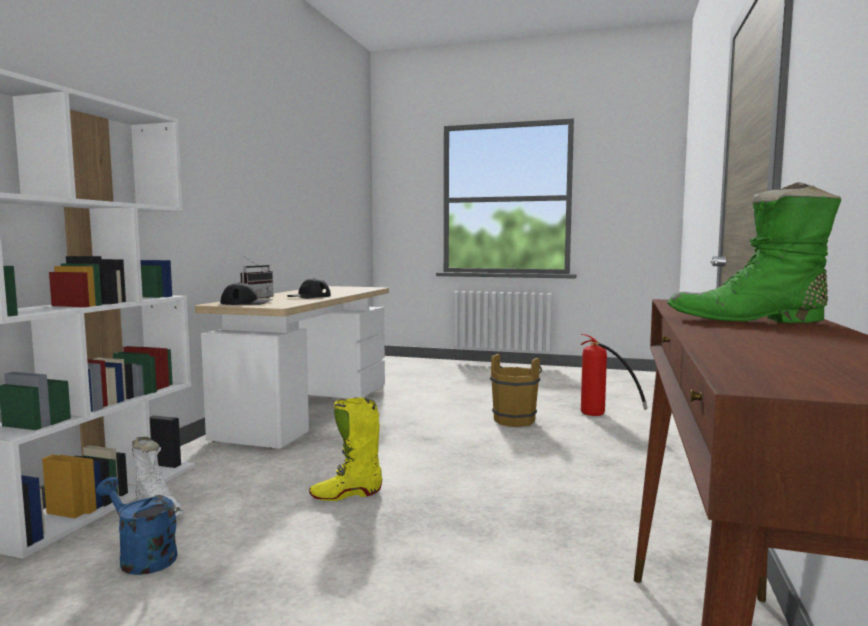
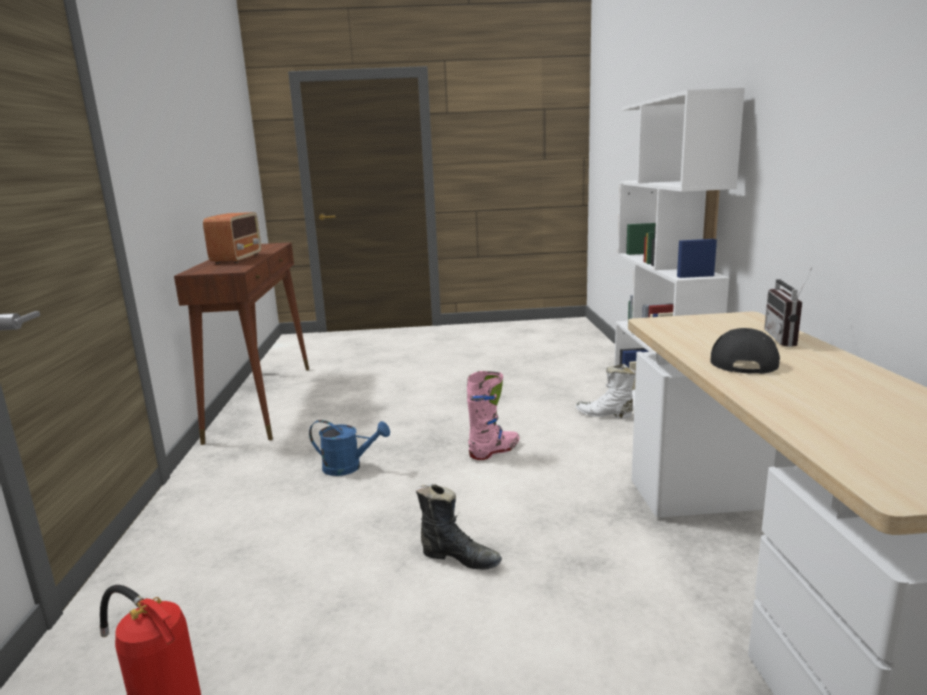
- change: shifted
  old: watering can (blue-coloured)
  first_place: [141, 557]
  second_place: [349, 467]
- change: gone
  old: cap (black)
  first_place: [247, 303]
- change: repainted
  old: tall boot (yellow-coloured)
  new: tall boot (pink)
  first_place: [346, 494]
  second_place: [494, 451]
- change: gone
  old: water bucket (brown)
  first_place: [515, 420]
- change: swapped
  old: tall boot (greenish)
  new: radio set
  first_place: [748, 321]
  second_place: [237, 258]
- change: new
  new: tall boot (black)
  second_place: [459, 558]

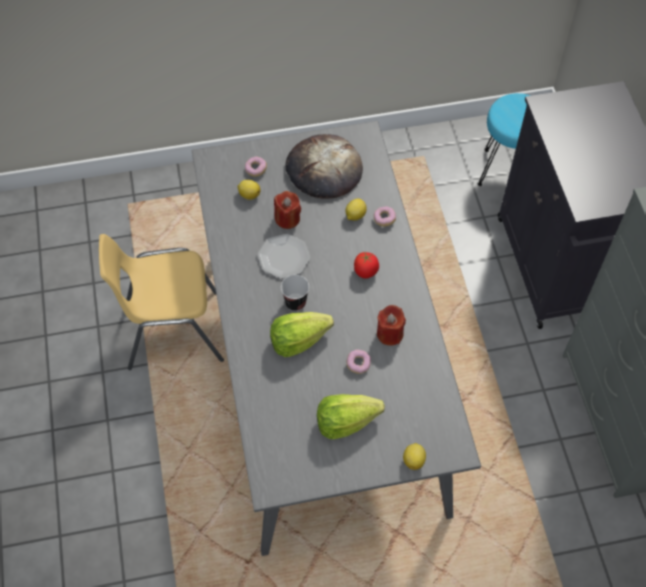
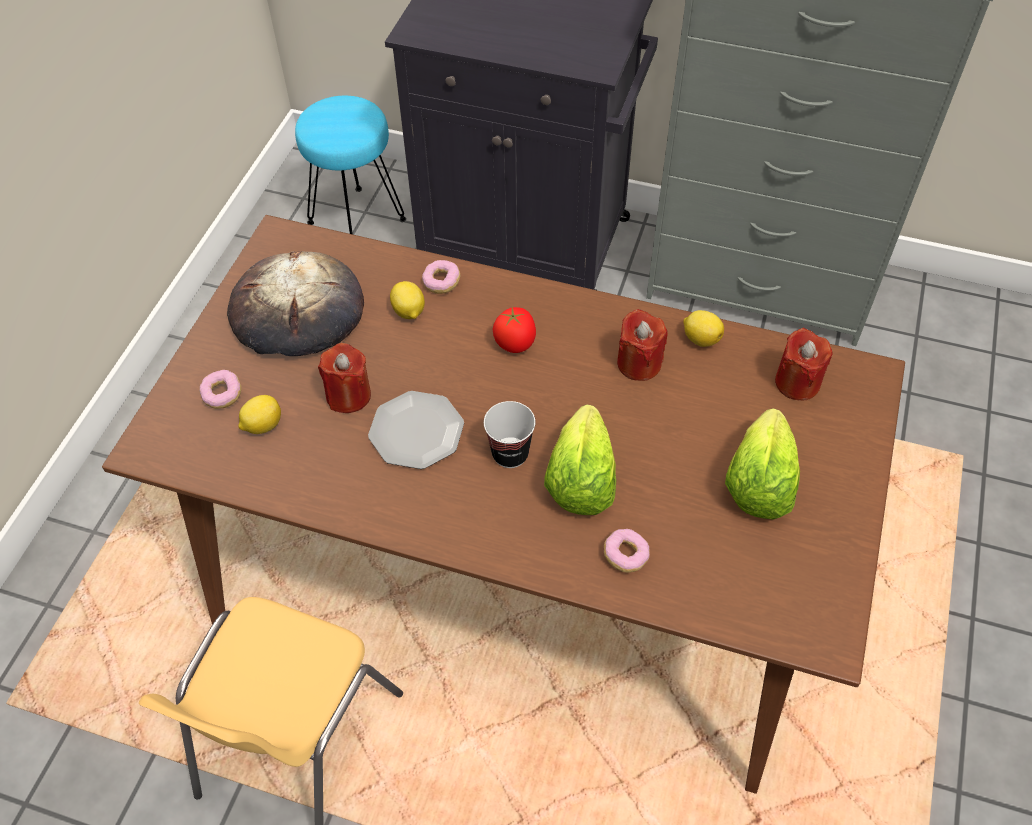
- change: repainted
  old: dinner table (grey)
  new: dinner table (brown)
  first_place: [324, 380]
  second_place: [520, 570]
- change: shifted
  old: doughnut
  first_place: [358, 364]
  second_place: [625, 555]
- change: shifted
  old: citrus fruit
  first_place: [414, 460]
  second_place: [700, 338]
- change: new
  new: wax light (red-coloured)
  second_place: [797, 382]

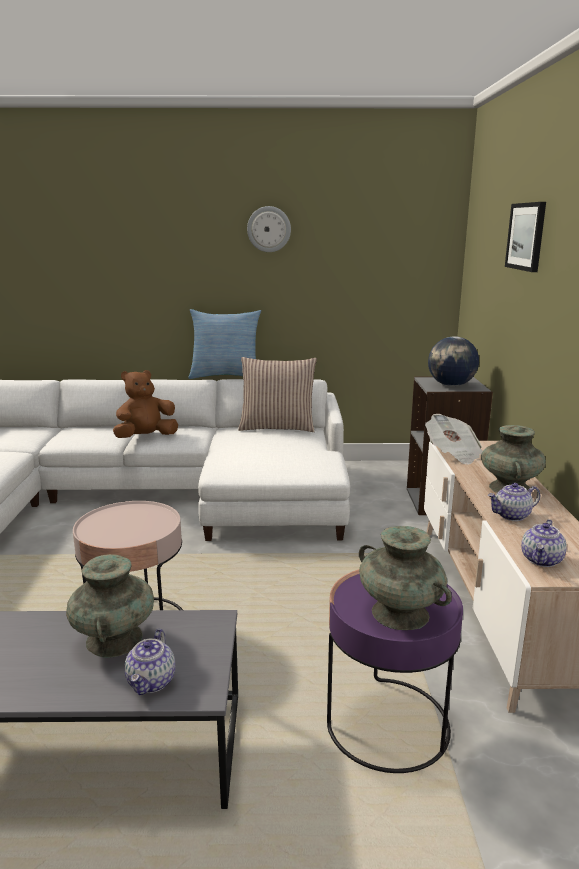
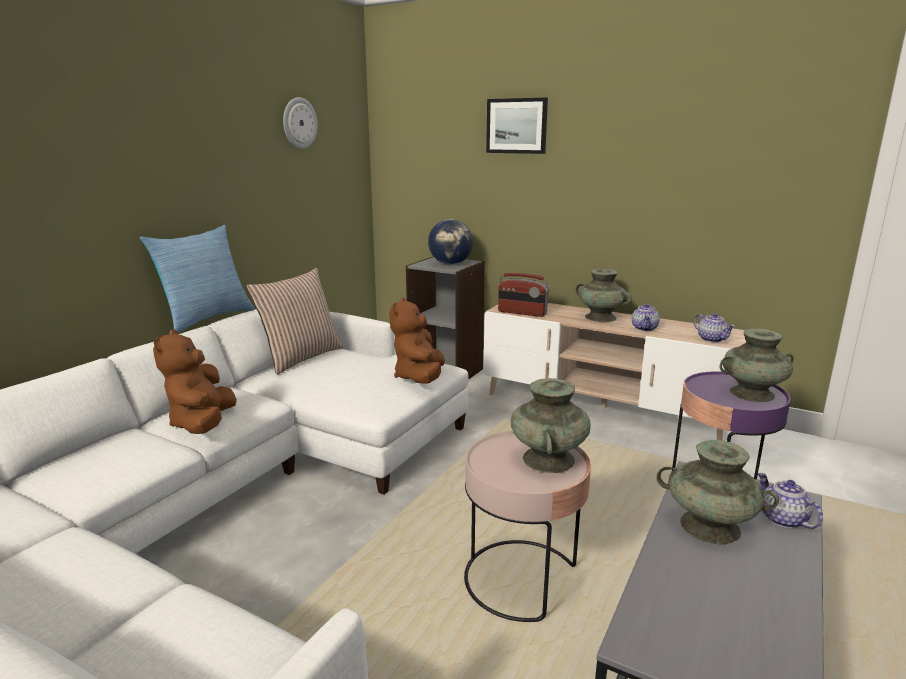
- change: rotated
  old: tea pot
  first_place: [152, 682]
  second_place: [782, 519]
  degrees: -150
- change: shifted
  old: wall clock
  first_place: [269, 229]
  second_place: [299, 123]
- change: swapped
  old: printed paper
  new: radio set
  first_place: [453, 454]
  second_place: [522, 313]
- change: new
  new: plush toy (brown)
  second_place: [419, 378]
- change: new
  new: flower vase (turquoise-coloured)
  second_place: [548, 460]

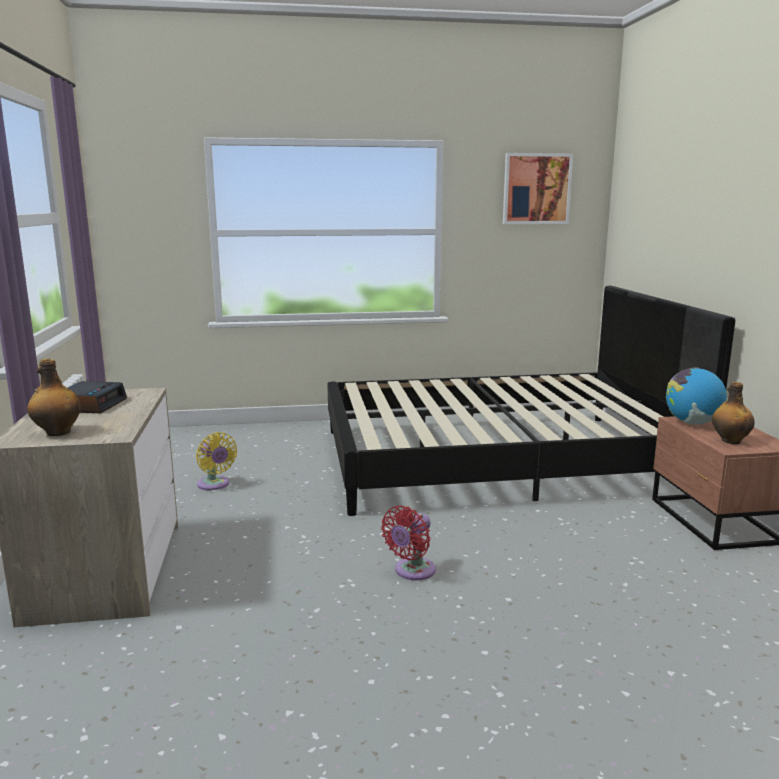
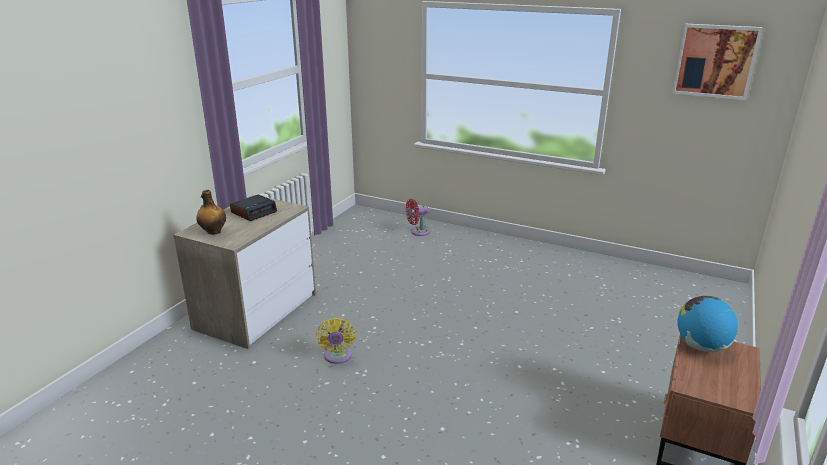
- change: shifted
  old: electric fan (yellow-coloured)
  first_place: [214, 485]
  second_place: [337, 357]
- change: gone
  old: sleeping bed (black)
  first_place: [498, 459]
- change: shifted
  old: electric fan (red-coloured)
  first_place: [412, 571]
  second_place: [418, 232]
- change: gone
  old: bottle
  first_place: [730, 441]

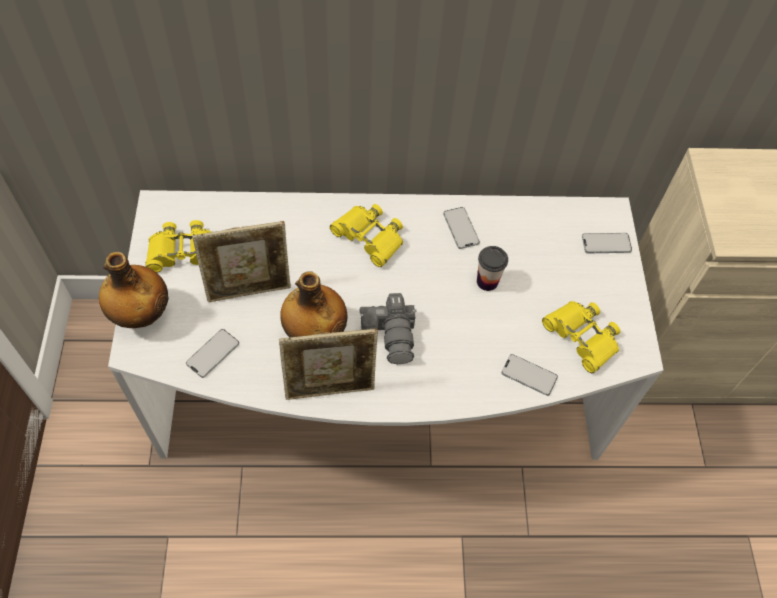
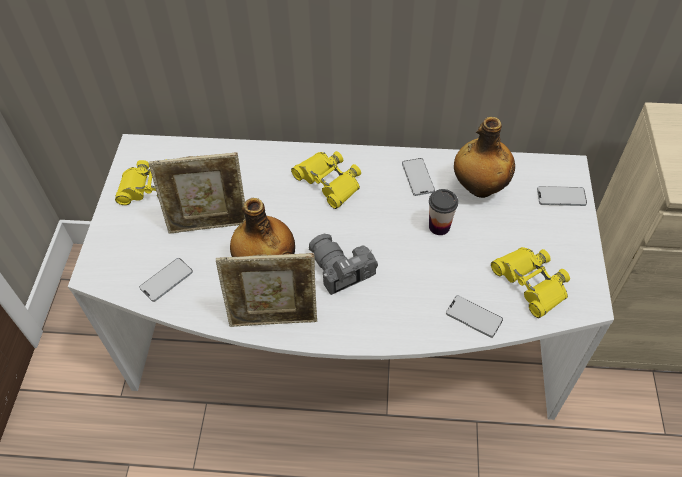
- change: shifted
  old: bottle
  first_place: [141, 314]
  second_place: [479, 187]
- change: rotated
  old: photo camera
  first_place: [391, 335]
  second_place: [340, 271]
  degrees: 150

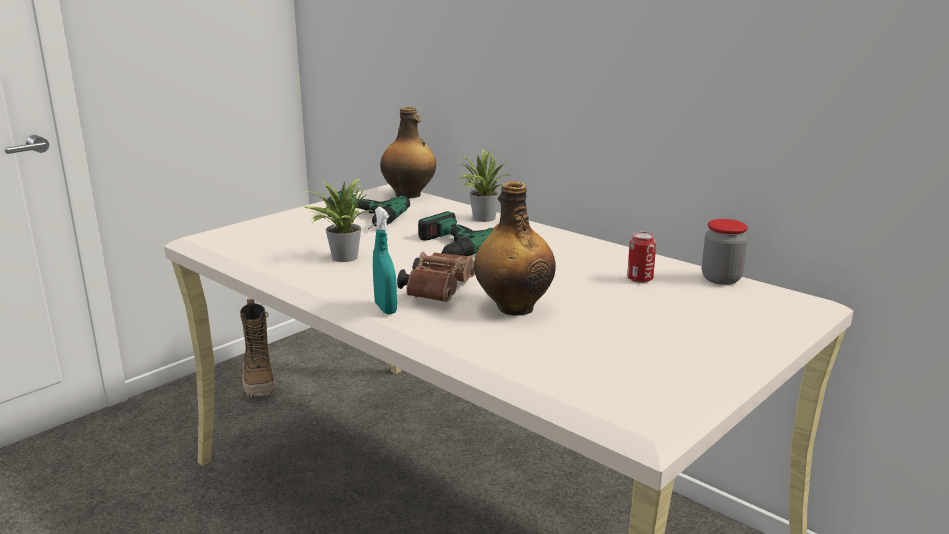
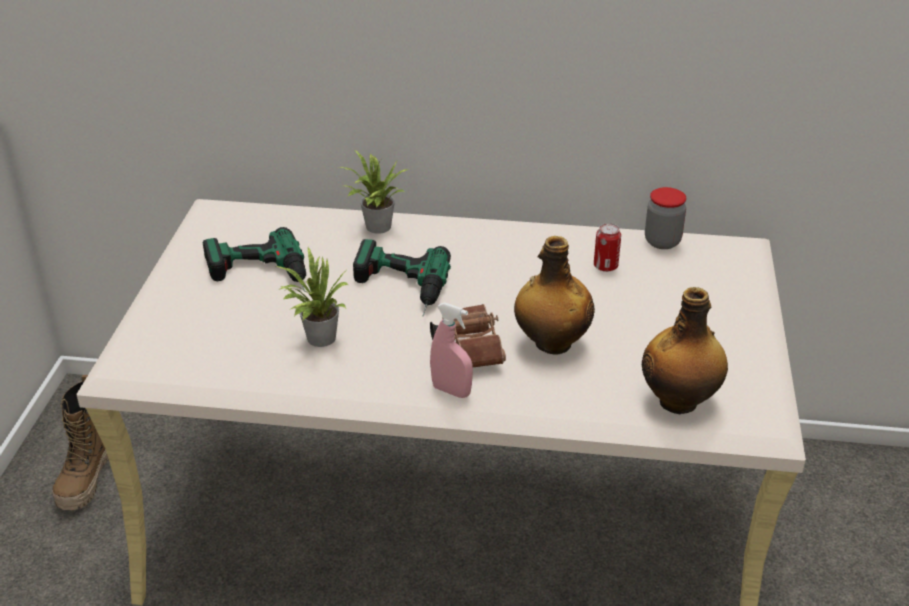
- change: rotated
  old: tall boot
  first_place: [259, 383]
  second_place: [86, 479]
  degrees: 60
- change: repainted
  old: sprayer (turquoise-coloured)
  new: sprayer (pink)
  first_place: [385, 308]
  second_place: [451, 391]
- change: shifted
  old: bottle
  first_place: [409, 195]
  second_place: [679, 401]

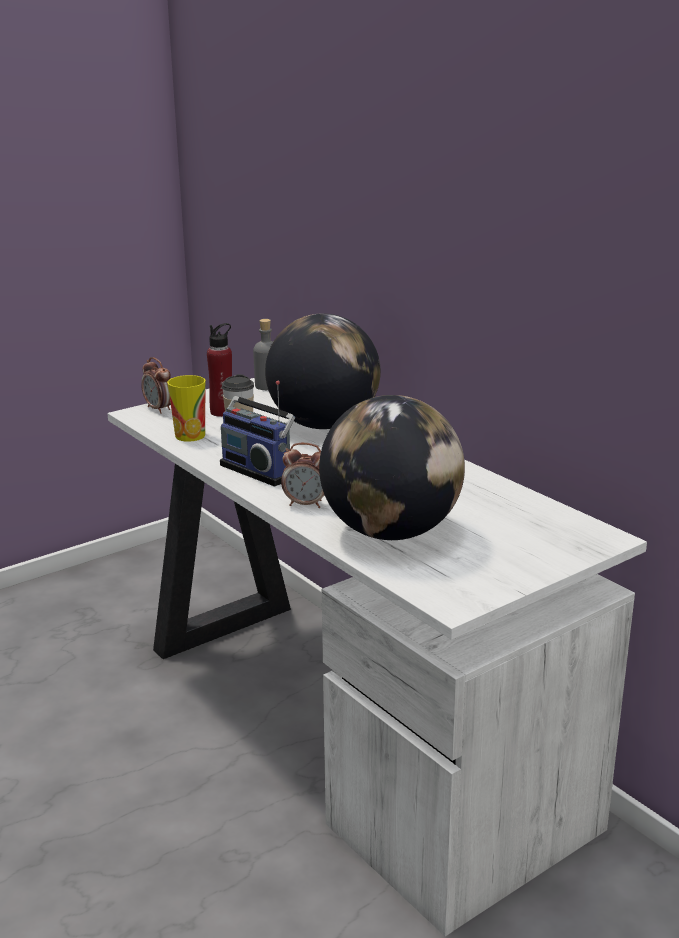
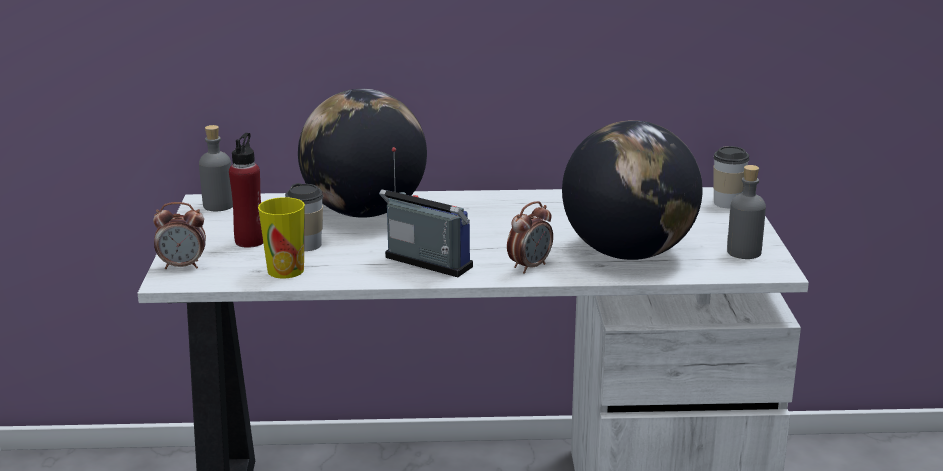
- change: rotated
  old: radio set
  first_place: [259, 470]
  second_place: [425, 264]
  degrees: -135
- change: new
  new: small cup
  second_place: [727, 203]
- change: new
  new: bottle (grey)
  second_place: [743, 252]

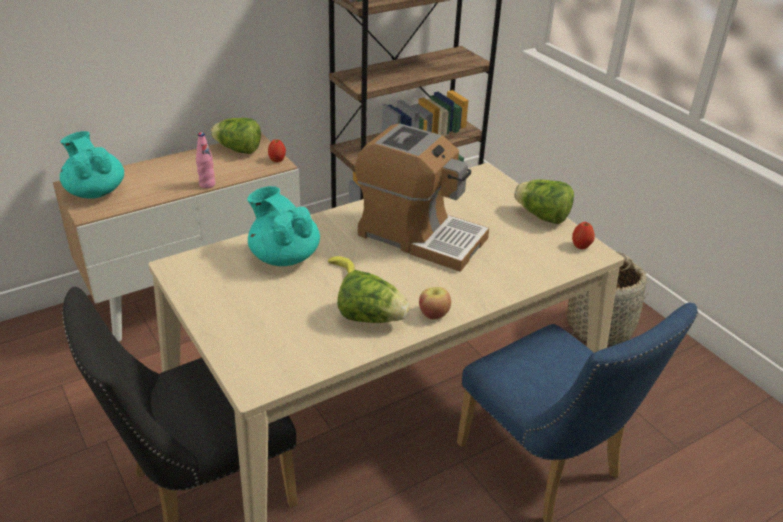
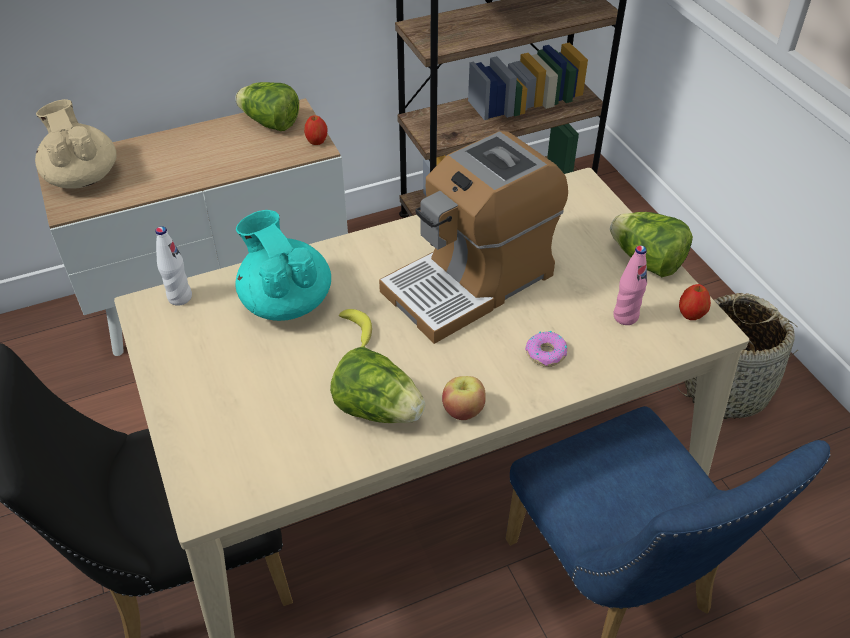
- change: repainted
  old: tea pot (turquoise-coloured)
  new: tea pot (sand-coloured)
  first_place: [95, 191]
  second_place: [82, 177]
- change: shifted
  old: bottle (pink)
  first_place: [207, 184]
  second_place: [625, 317]
- change: rotated
  old: coffee maker
  first_place: [419, 236]
  second_place: [471, 282]
  degrees: 105
- change: new
  new: bottle (whitish)
  second_place: [180, 297]
- change: new
  new: doughnut
  second_place: [546, 353]

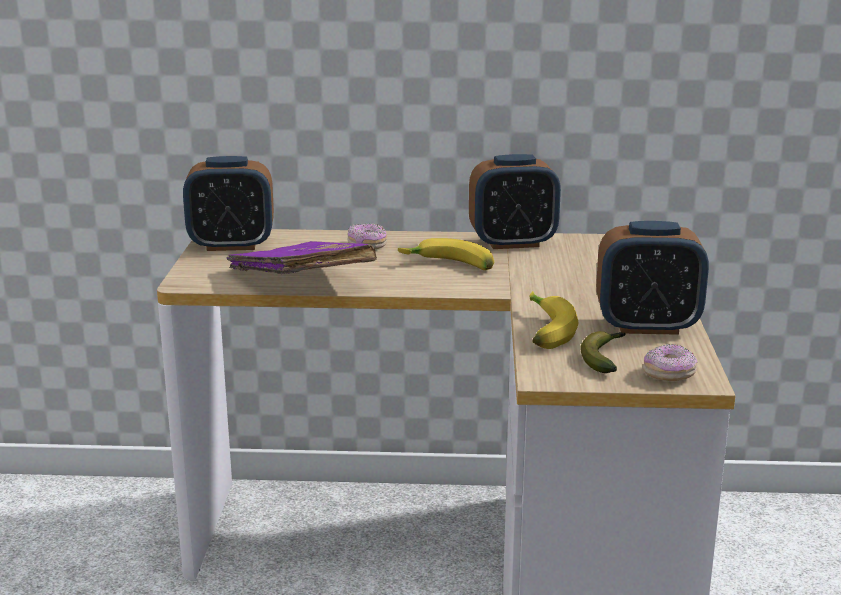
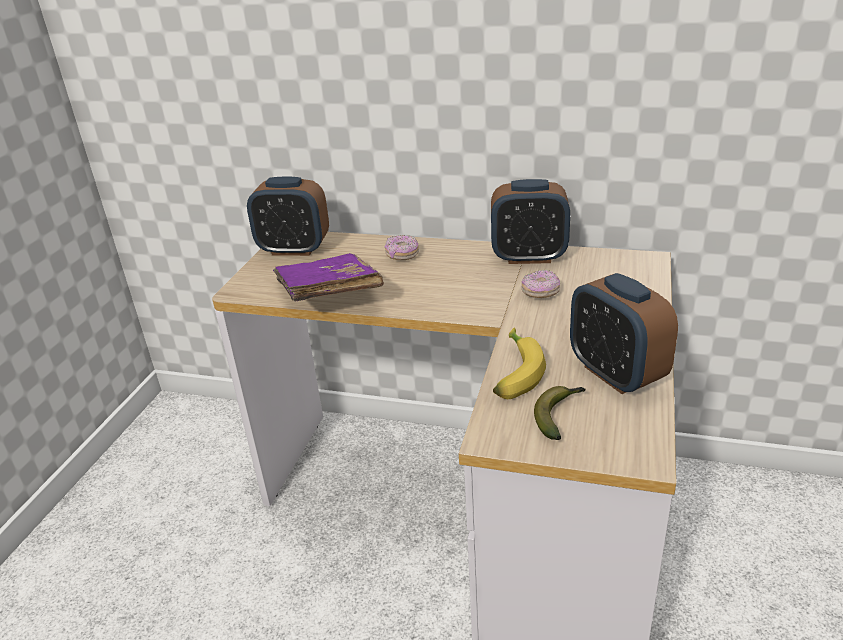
- change: gone
  old: whole banana
  first_place: [449, 266]
- change: rotated
  old: alarm clock
  first_place: [647, 326]
  second_place: [616, 374]
  degrees: 45
- change: shifted
  old: doughnut
  first_place: [669, 375]
  second_place: [540, 292]

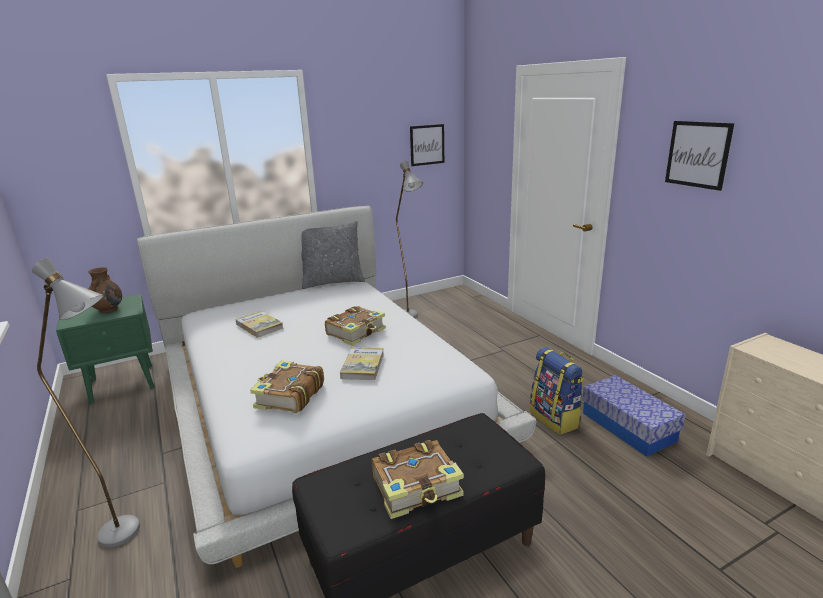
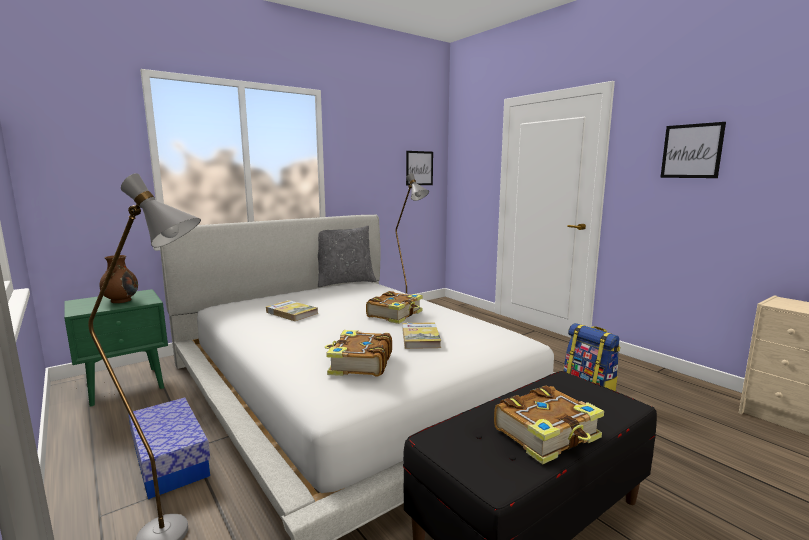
- change: shifted
  old: storage container
  first_place: [628, 426]
  second_place: [170, 460]

